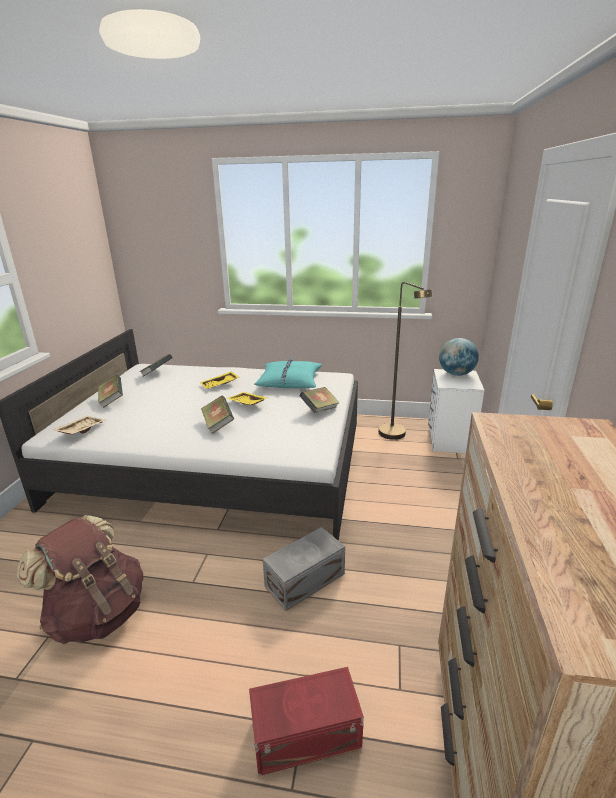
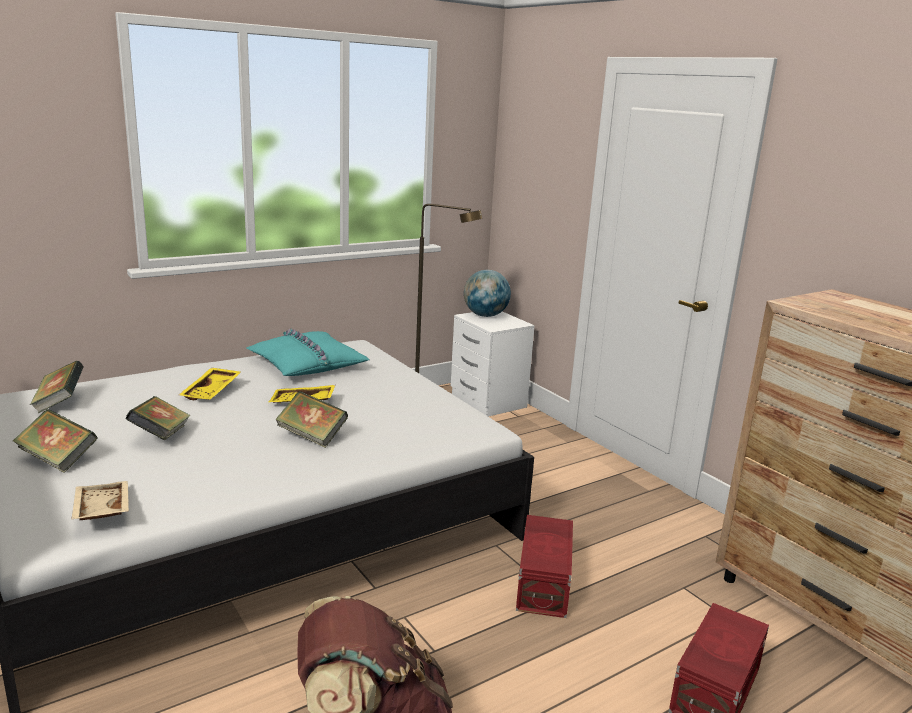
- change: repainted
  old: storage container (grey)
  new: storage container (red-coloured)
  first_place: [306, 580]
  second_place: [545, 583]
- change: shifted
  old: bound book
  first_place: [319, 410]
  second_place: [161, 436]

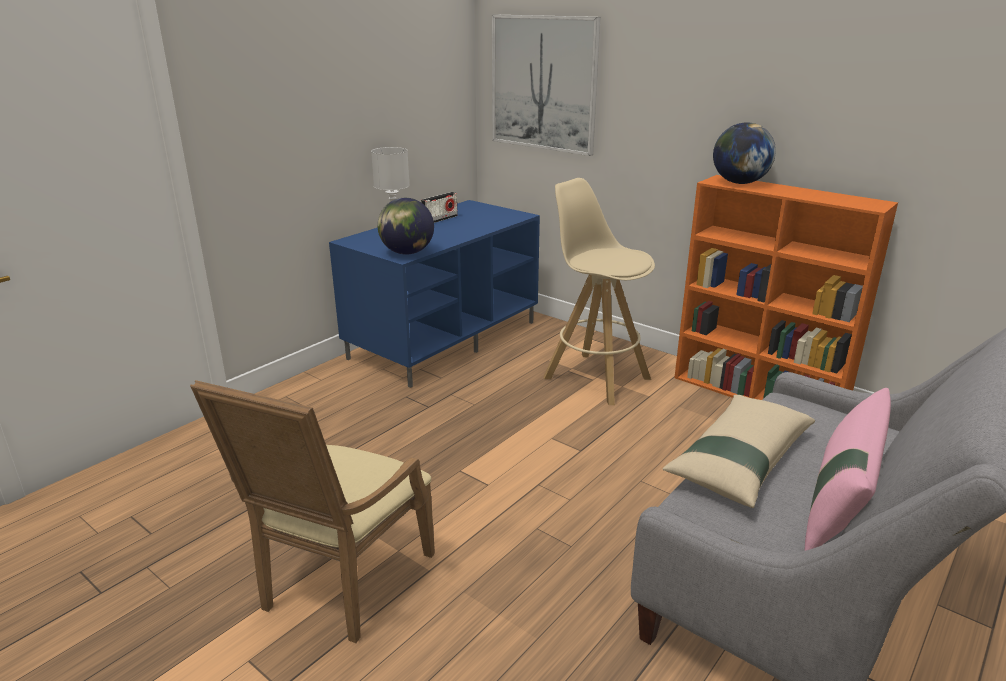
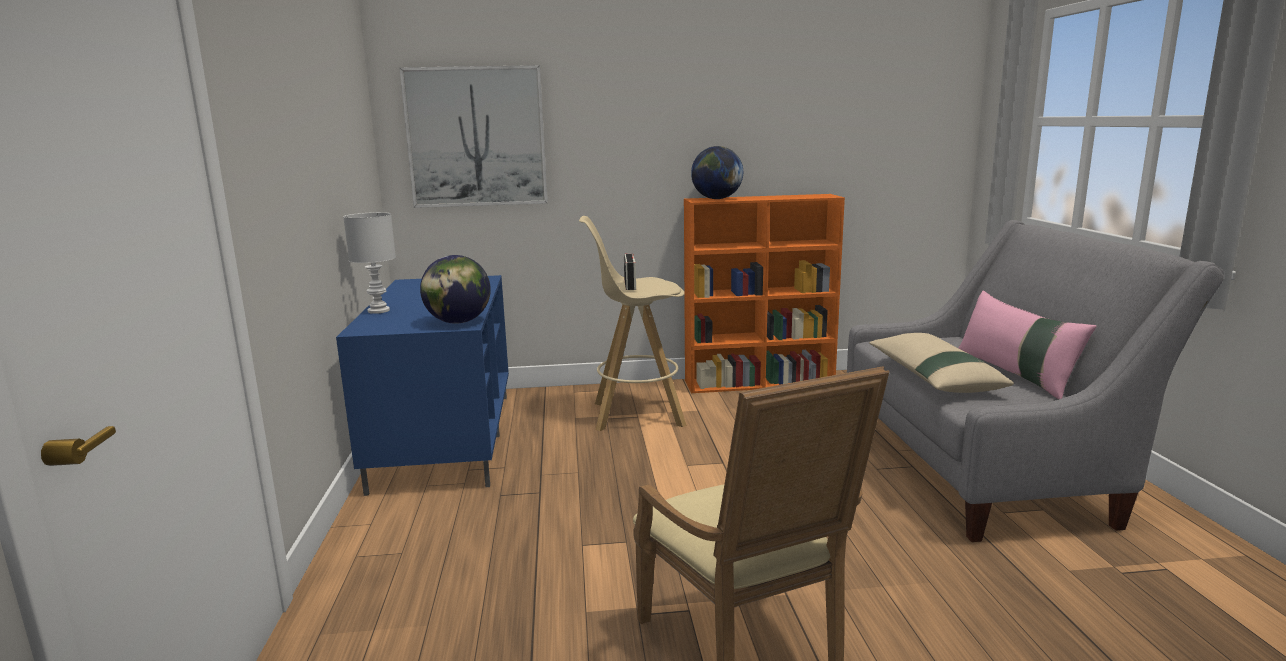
- change: shifted
  old: radio set
  first_place: [439, 219]
  second_place: [630, 285]

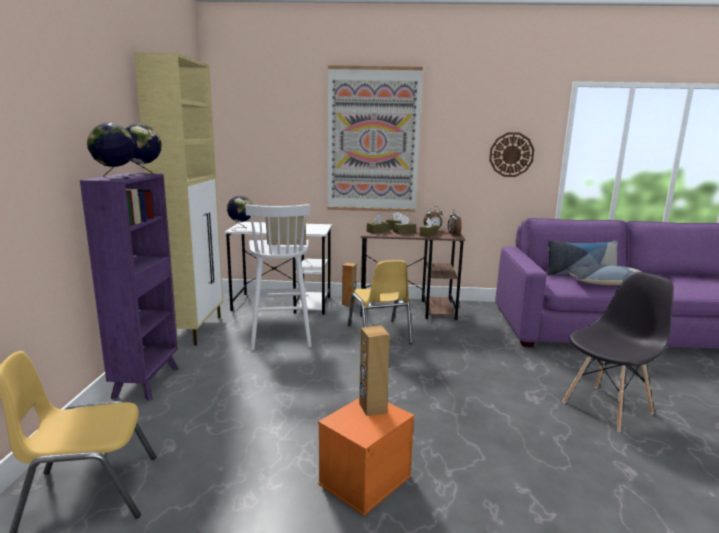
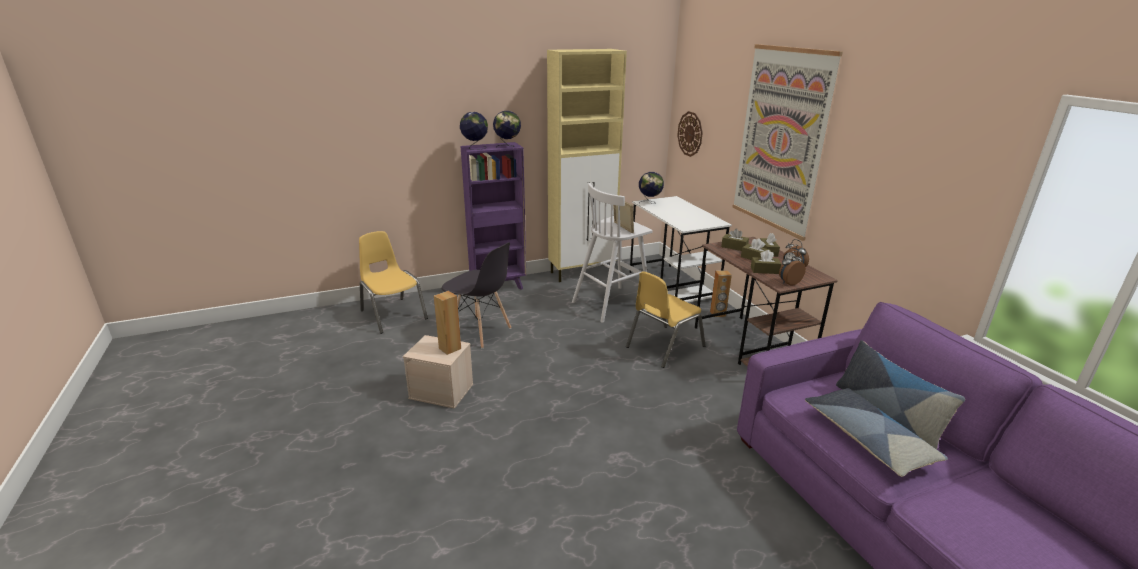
- change: repainted
  old: storage container (orange)
  new: storage container (sand-coloured)
  first_place: [365, 479]
  second_place: [442, 391]
- change: shifted
  old: wall clock
  first_place: [511, 154]
  second_place: [690, 134]
- change: shifted
  old: upright chair (grey)
  first_place: [607, 407]
  second_place: [480, 332]

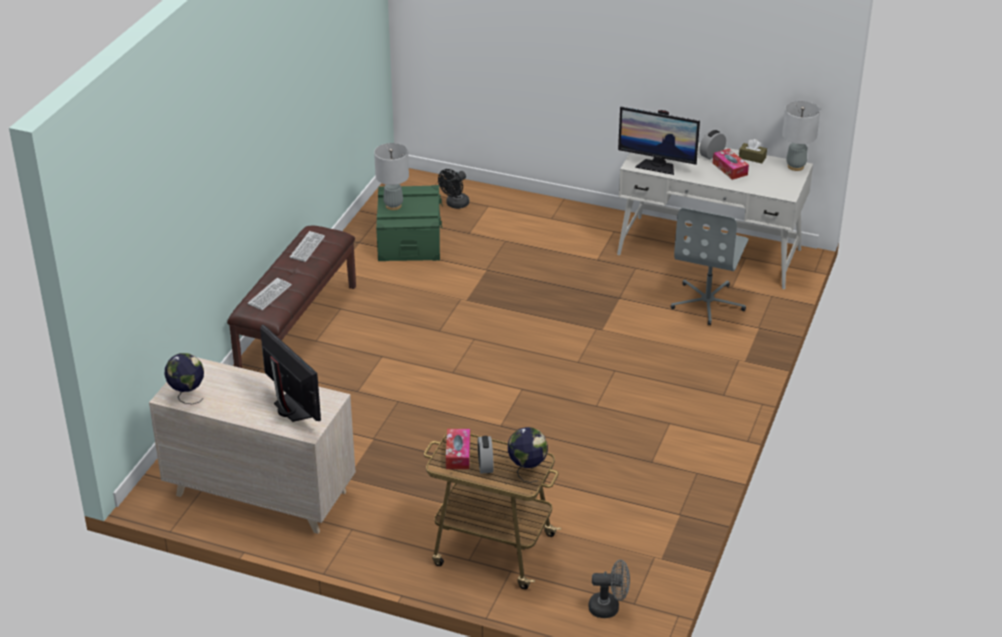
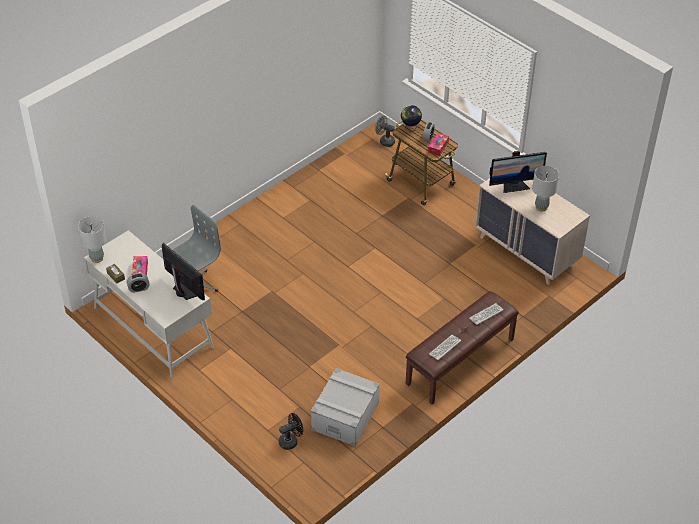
- change: gone
  old: globe
  first_place: [187, 396]
- change: rotated
  old: computer screen
  first_place: [291, 409]
  second_place: [514, 186]
  degrees: -90
- change: shifted
  old: lamp for a table (grey)
  first_place: [393, 205]
  second_place: [541, 207]
- change: repainted
  old: storage container (greenish)
  new: storage container (grey)
  first_place: [409, 239]
  second_place: [345, 416]

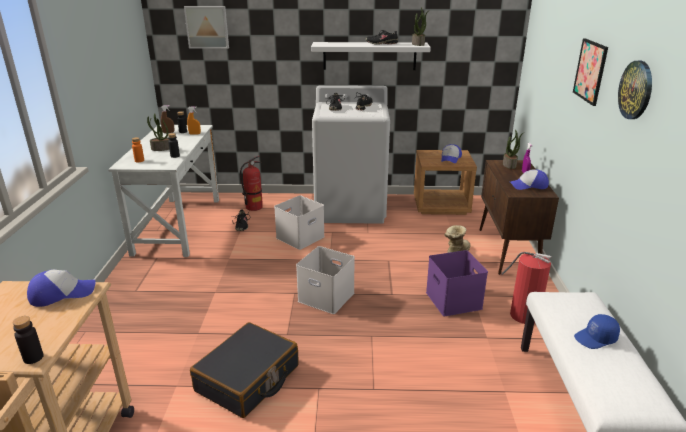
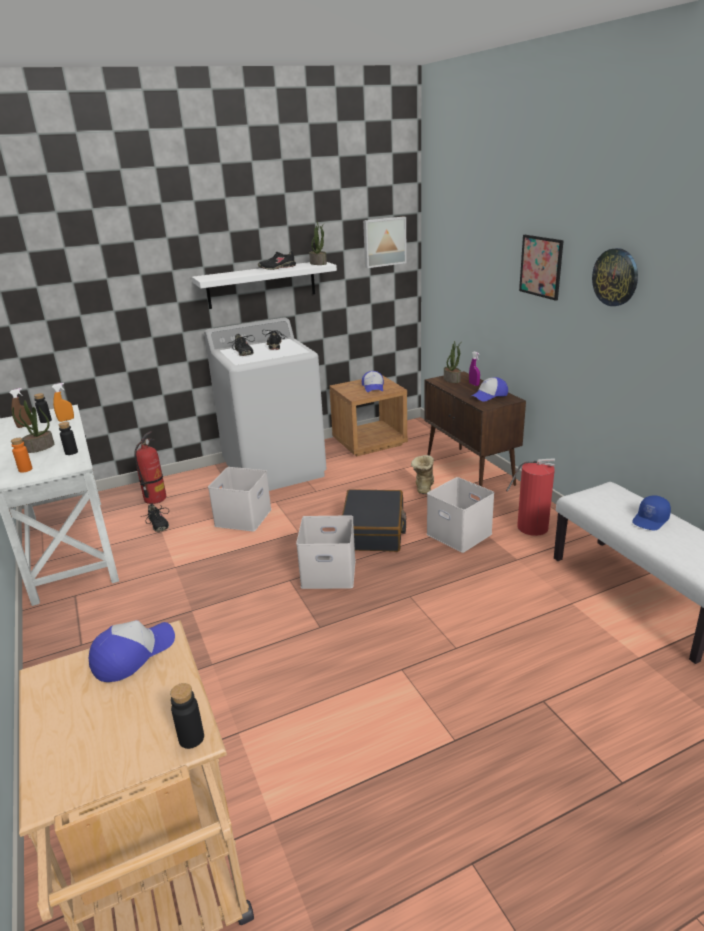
- change: shifted
  old: wall picture
  first_place: [207, 27]
  second_place: [384, 242]
- change: shifted
  old: piece of luggage (black)
  first_place: [248, 379]
  second_place: [373, 531]
- change: repainted
  old: storage container (purplish)
  new: storage container (whitish)
  first_place: [455, 300]
  second_place: [460, 534]

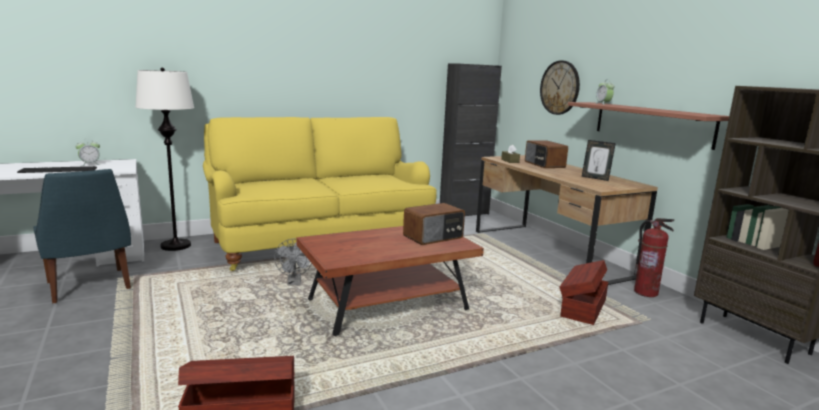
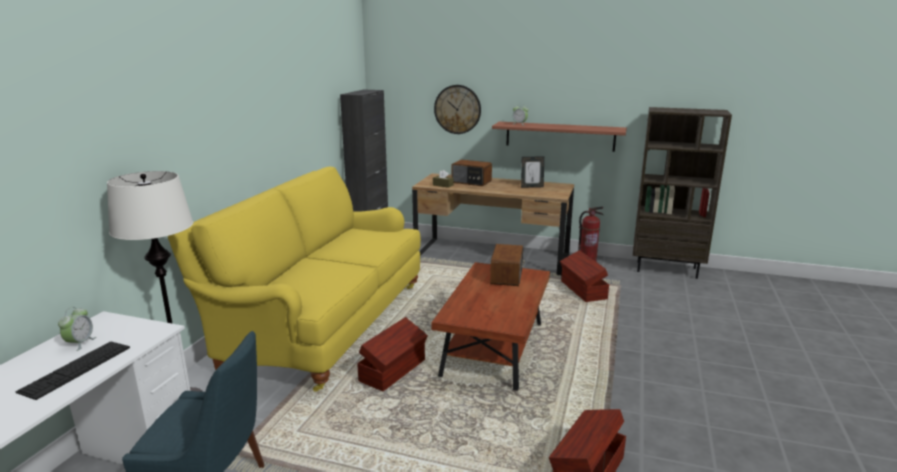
- change: swapped
  old: electric fan (grey)
  new: storage container (brown)
  first_place: [294, 283]
  second_place: [394, 370]

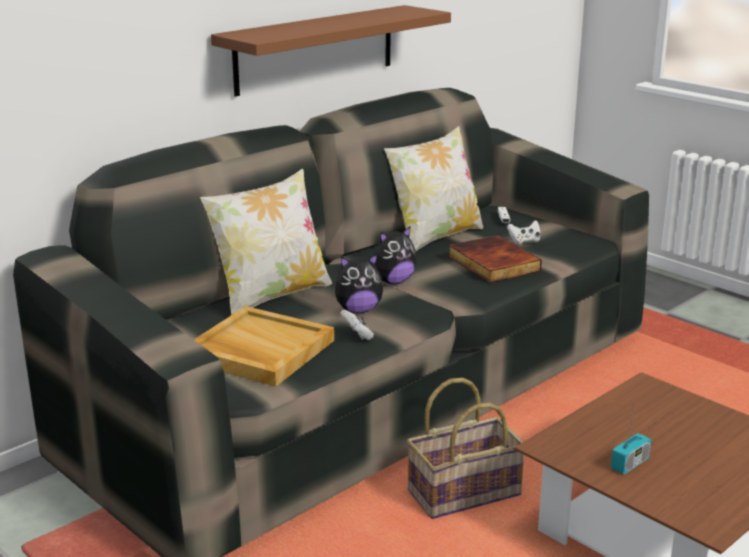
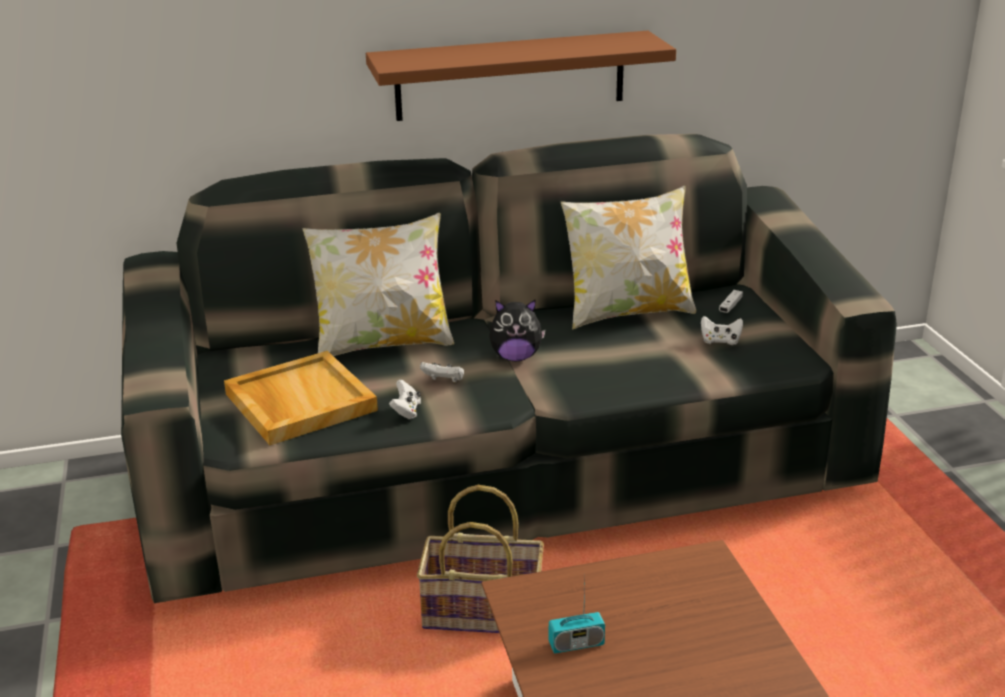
- change: swapped
  old: plush toy
  new: joypad (whitish)
  first_place: [358, 310]
  second_place: [444, 381]
- change: gone
  old: bound book
  first_place: [491, 264]

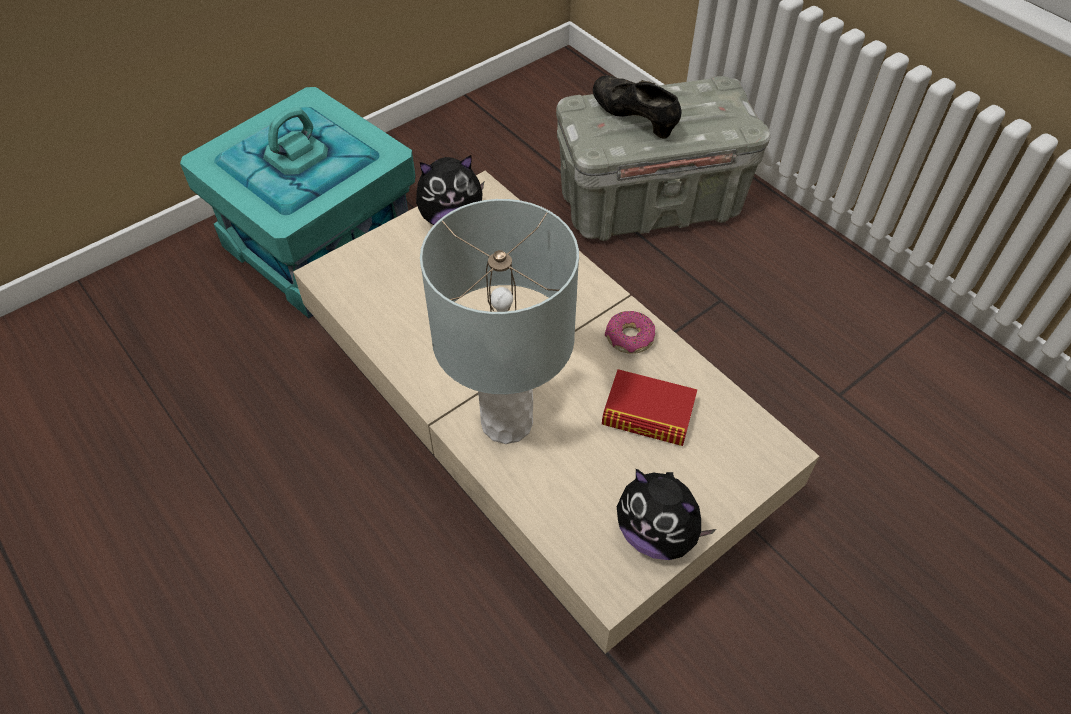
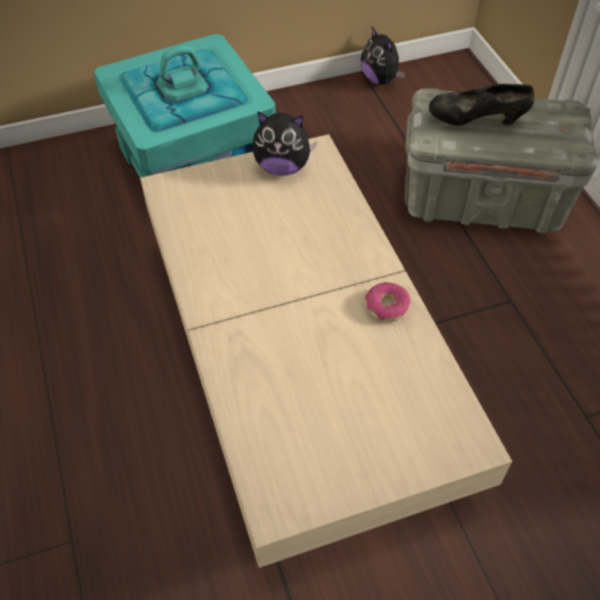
- change: gone
  old: lamp for a table (grey)
  first_place: [506, 423]
- change: rotated
  old: item of footwear (black)
  first_place: [634, 120]
  second_place: [476, 121]
  degrees: -60
- change: gone
  old: bound book
  first_place: [648, 414]
- change: shifted
  old: plush toy
  first_place: [657, 534]
  second_place: [380, 79]

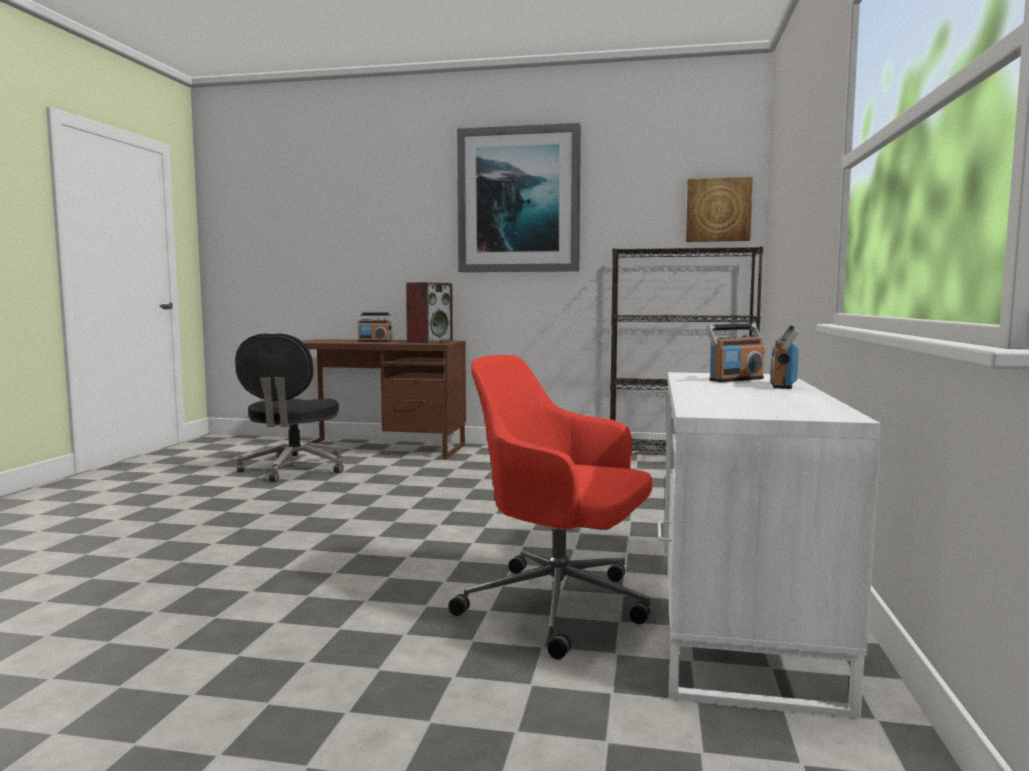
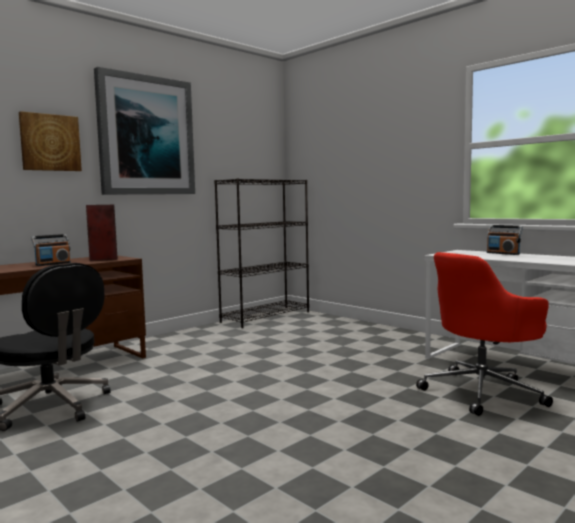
- change: shifted
  old: wall picture
  first_place: [718, 210]
  second_place: [50, 142]
- change: gone
  old: radio set
  first_place: [735, 379]

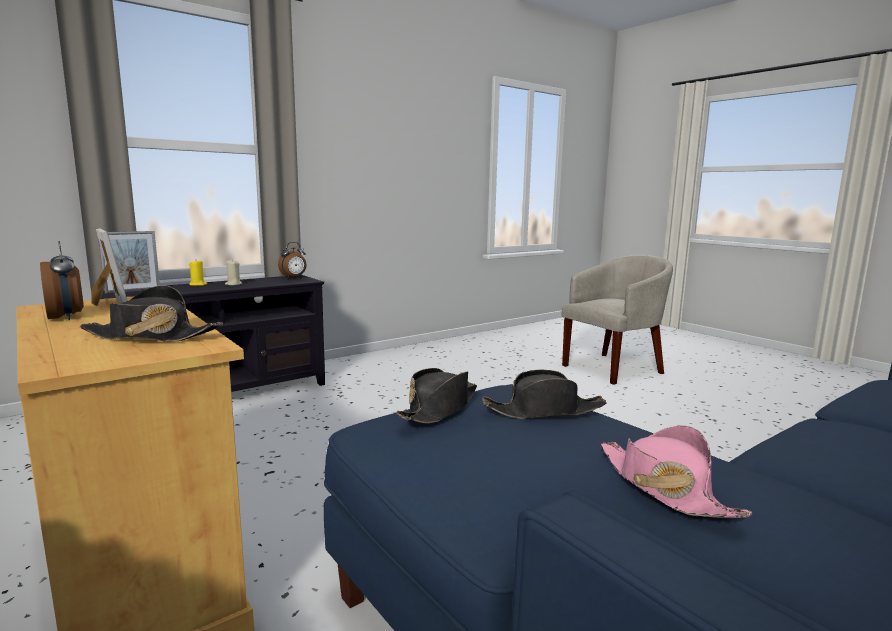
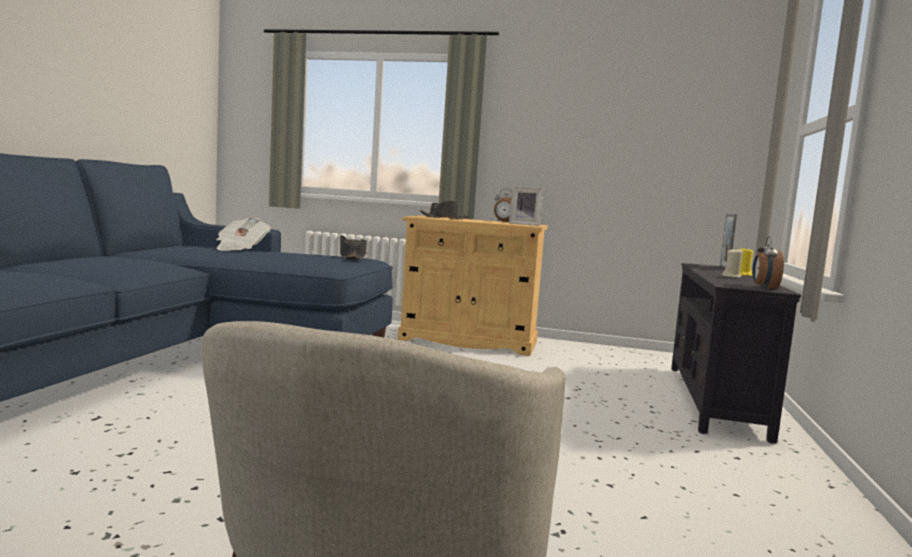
- change: gone
  old: hat (black)
  first_place: [545, 410]
- change: swapped
  old: hat (pink)
  new: printed paper
  first_place: [663, 487]
  second_place: [240, 249]

